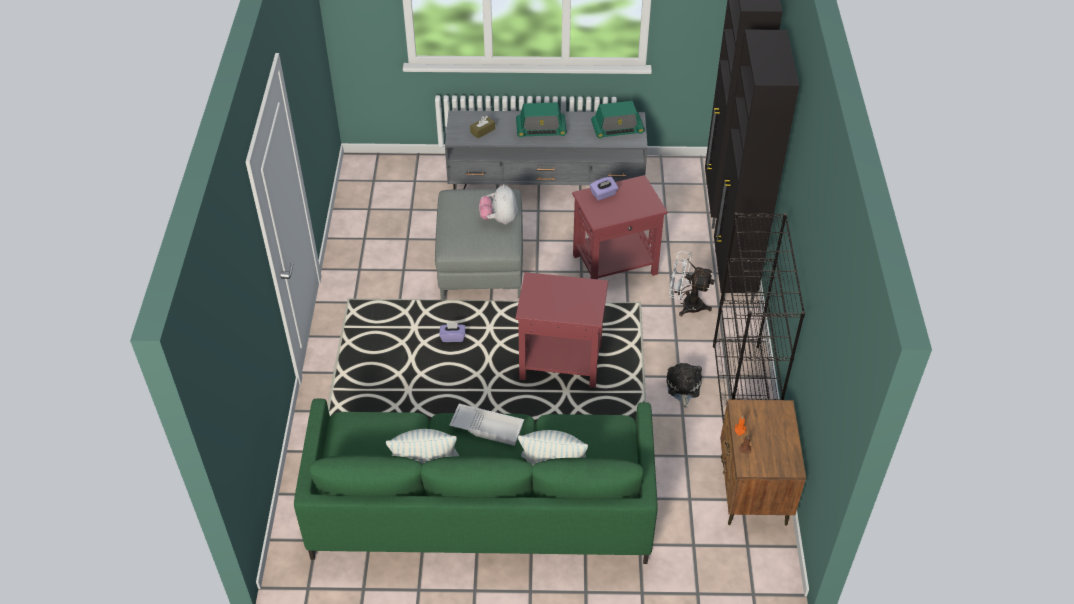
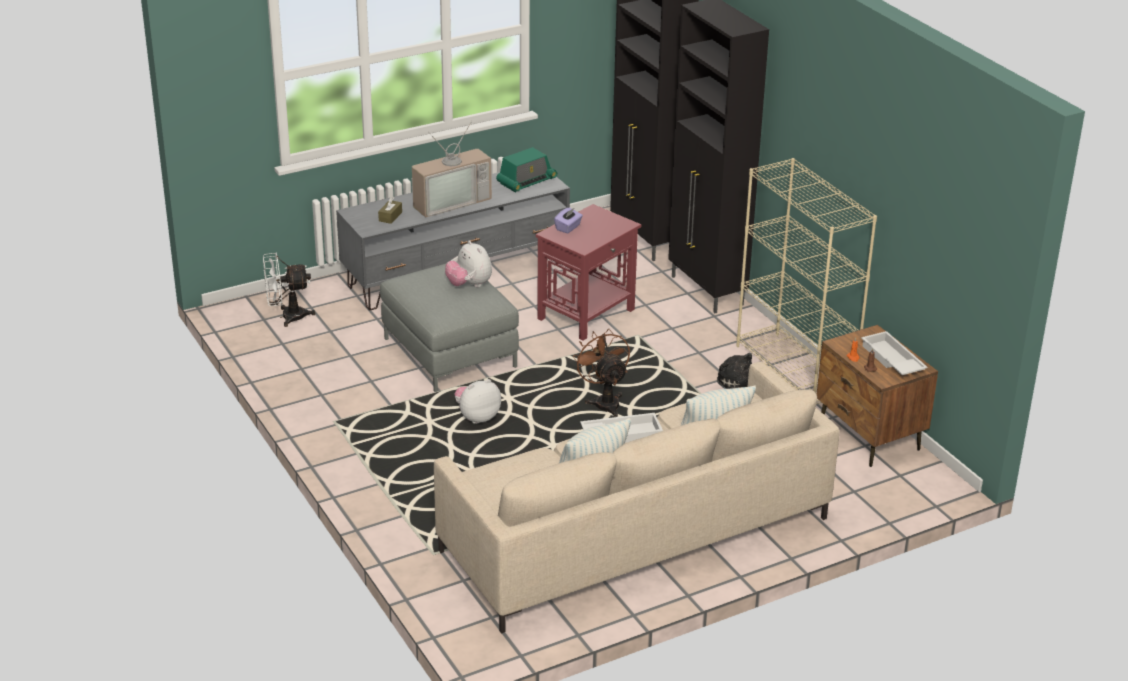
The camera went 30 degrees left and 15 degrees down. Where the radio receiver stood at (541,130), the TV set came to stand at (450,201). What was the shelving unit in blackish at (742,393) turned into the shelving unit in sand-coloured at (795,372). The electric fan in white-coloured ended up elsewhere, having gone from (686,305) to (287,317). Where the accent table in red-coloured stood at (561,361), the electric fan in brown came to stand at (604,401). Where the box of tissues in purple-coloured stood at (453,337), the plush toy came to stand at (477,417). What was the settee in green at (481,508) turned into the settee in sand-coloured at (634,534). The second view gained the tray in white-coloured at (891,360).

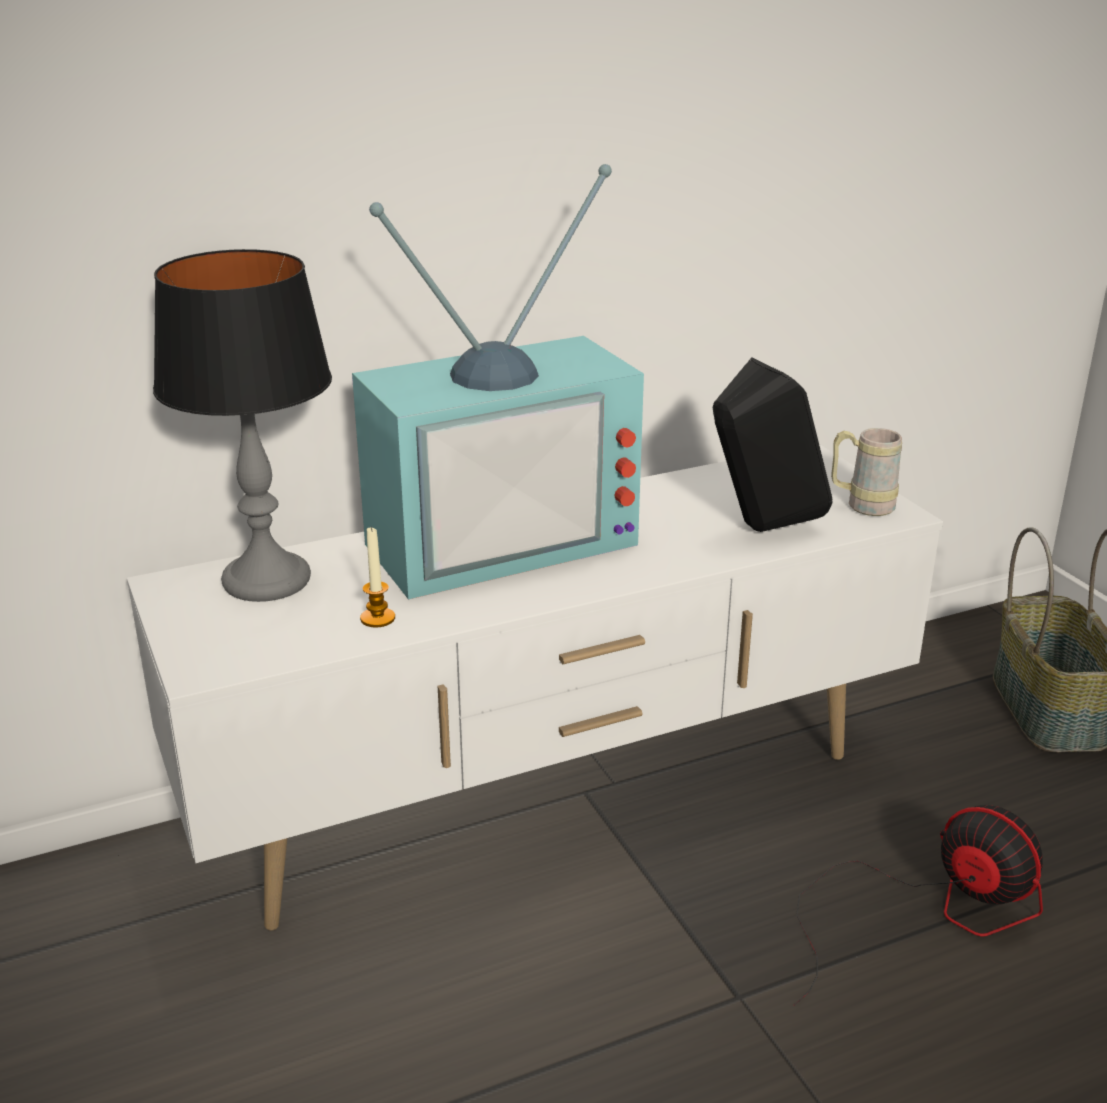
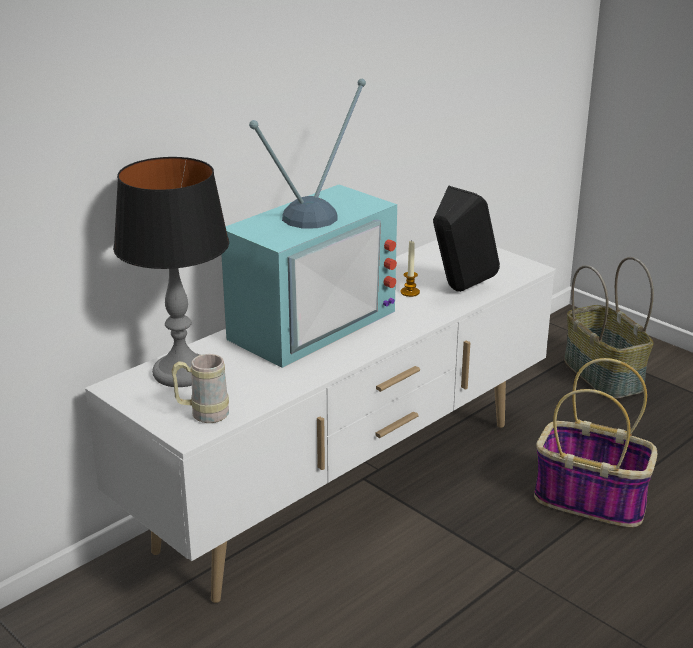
The camera went 20 degrees left and 0 degrees up. The coffee mug in sand-coloured ended up elsewhere, having gone from (861,506) to (202,414). The candle ended up elsewhere, having gone from (377,618) to (410,292). Where the electric fan stood at (927,911), the storage basket came to stand at (592,500).

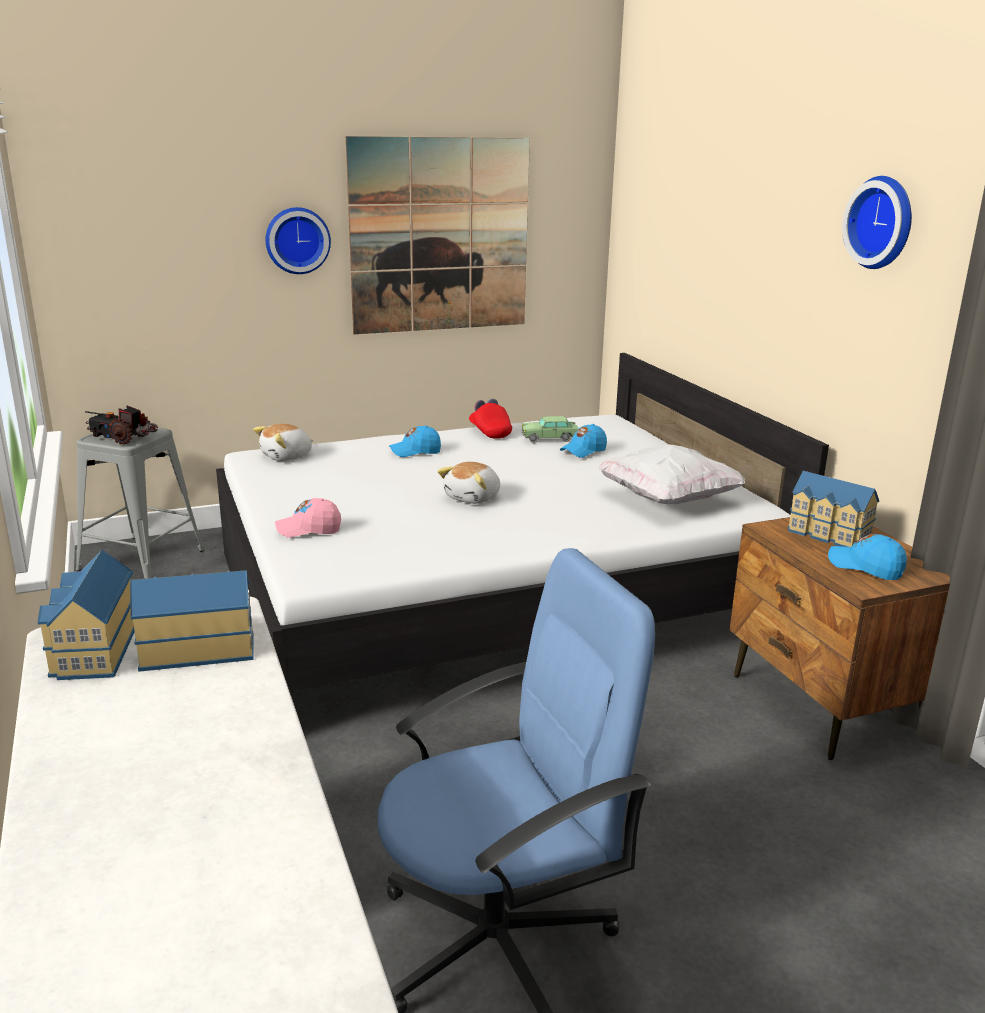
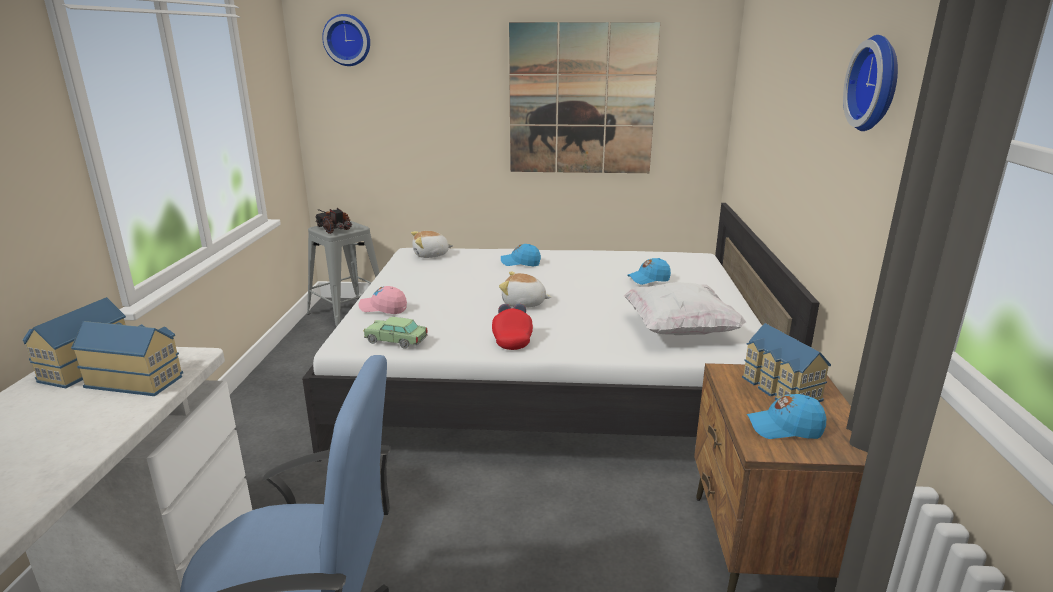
The camera went 25 degrees right and 0 degrees up. The wall clock ended up elsewhere, having gone from (297,240) to (347,40). The peaked cap in red-coloured ended up elsewhere, having gone from (490,432) to (512,339). The miniature car ended up elsewhere, having gone from (550,438) to (396,341). The plush toy at (473,498) ended up facing another way, 45 degrees clockwise from before. The peaked cap in blue-coloured at (865,567) ended up facing another way, 60 degrees counterclockwise from before.

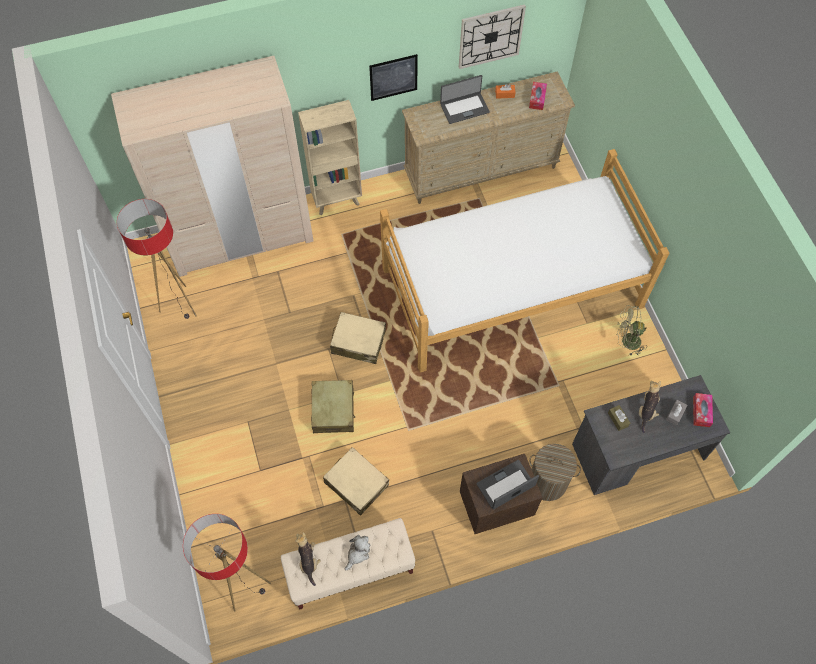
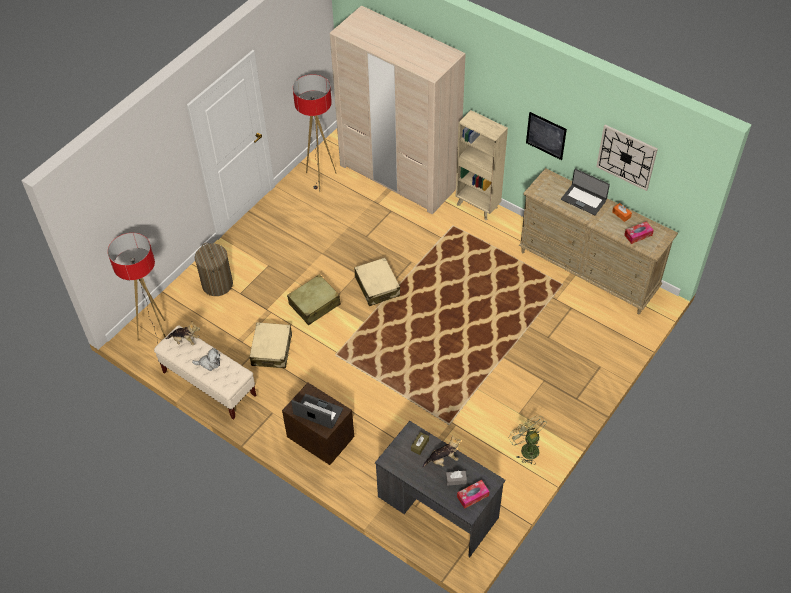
The camera went 55 degrees right and 10 degrees down. The second view lost the sleeping bed at (512,288). The laundry basket ended up elsewhere, having gone from (547,482) to (217,284). The plush toy at (308,560) ended up facing another way, 60 degrees clockwise from before.

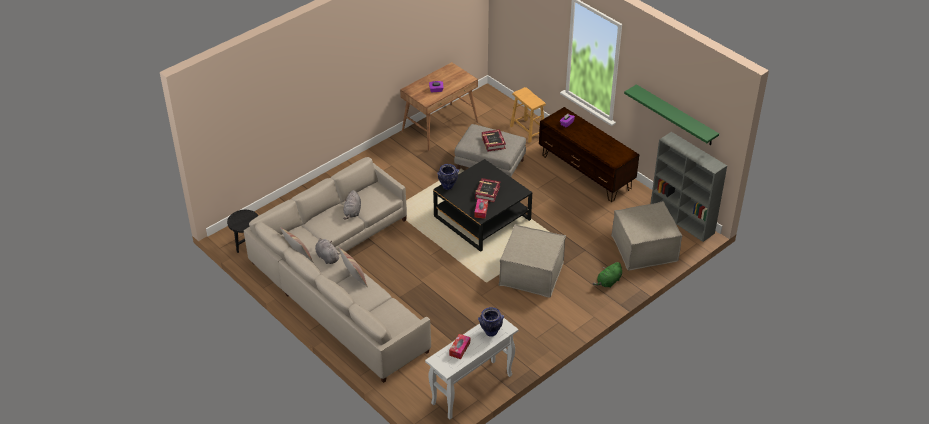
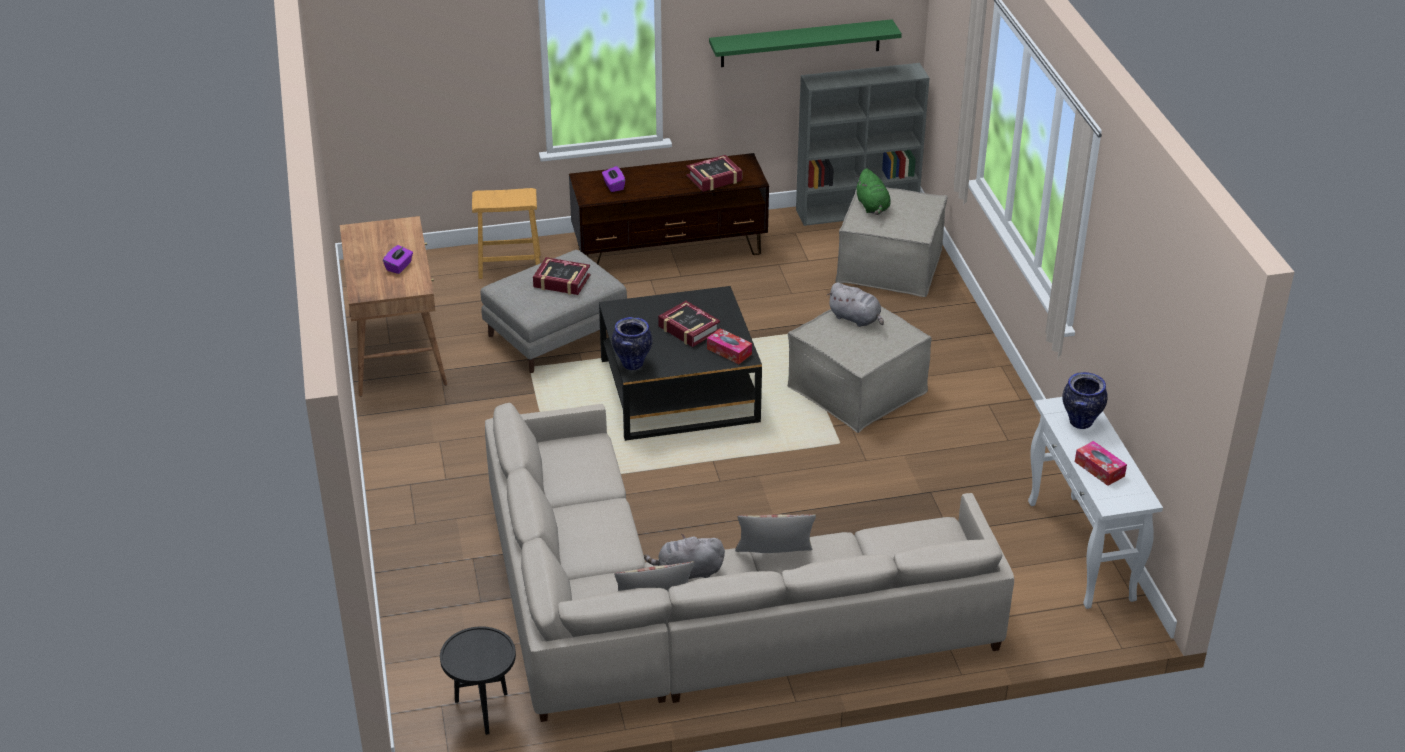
The camera went 60 degrees left and 5 degrees down. The plush toy in grey ended up elsewhere, having gone from (352,212) to (856,319). The plush toy in green ended up elsewhere, having gone from (608,282) to (872,207). The second view gained the bound book at (714,178).

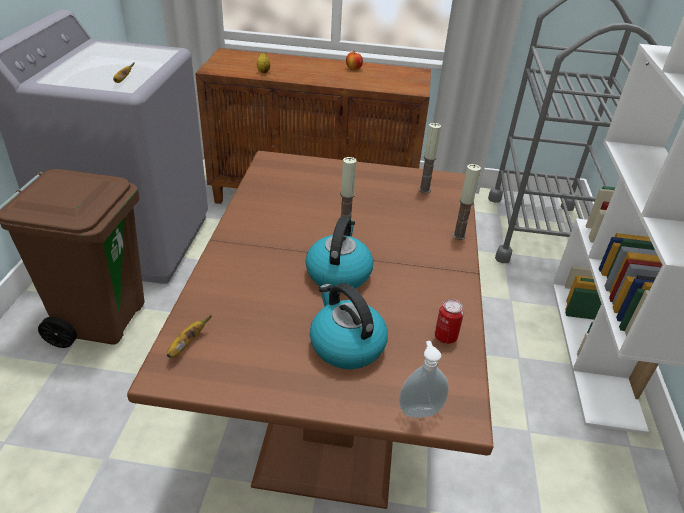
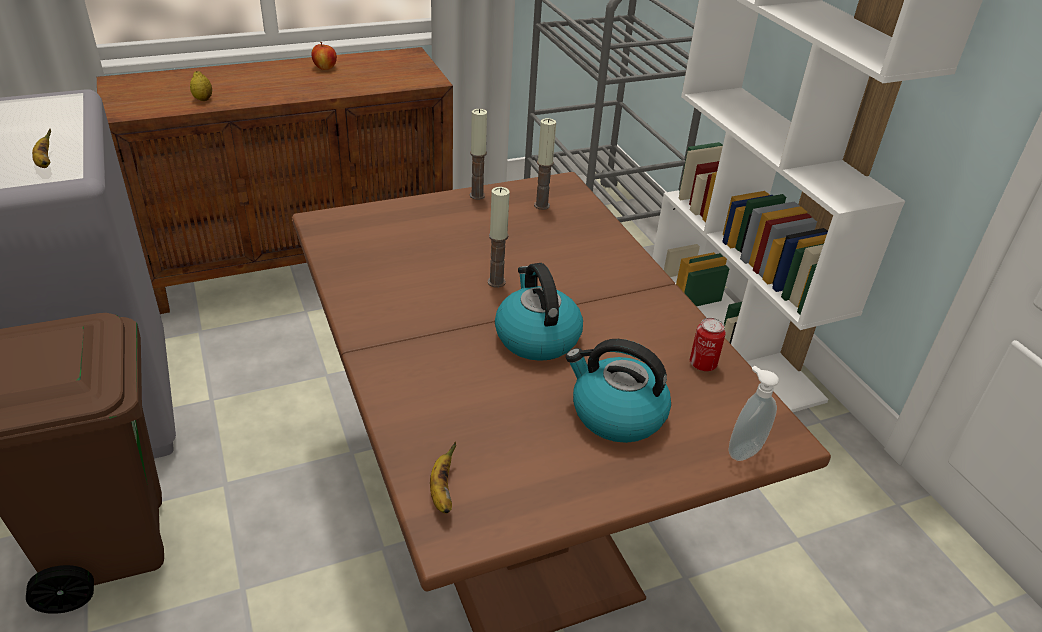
The camera went 30 degrees left and 0 degrees up. The candle ended up elsewhere, having gone from (458,235) to (477,195).

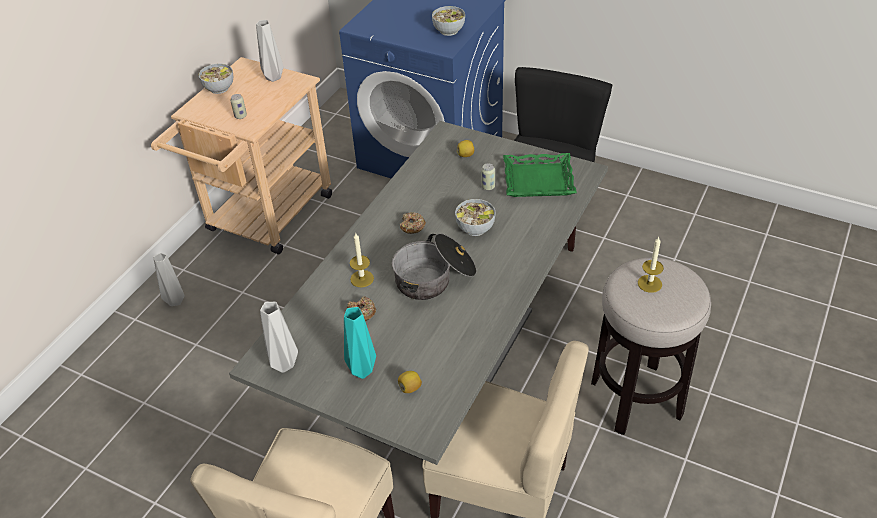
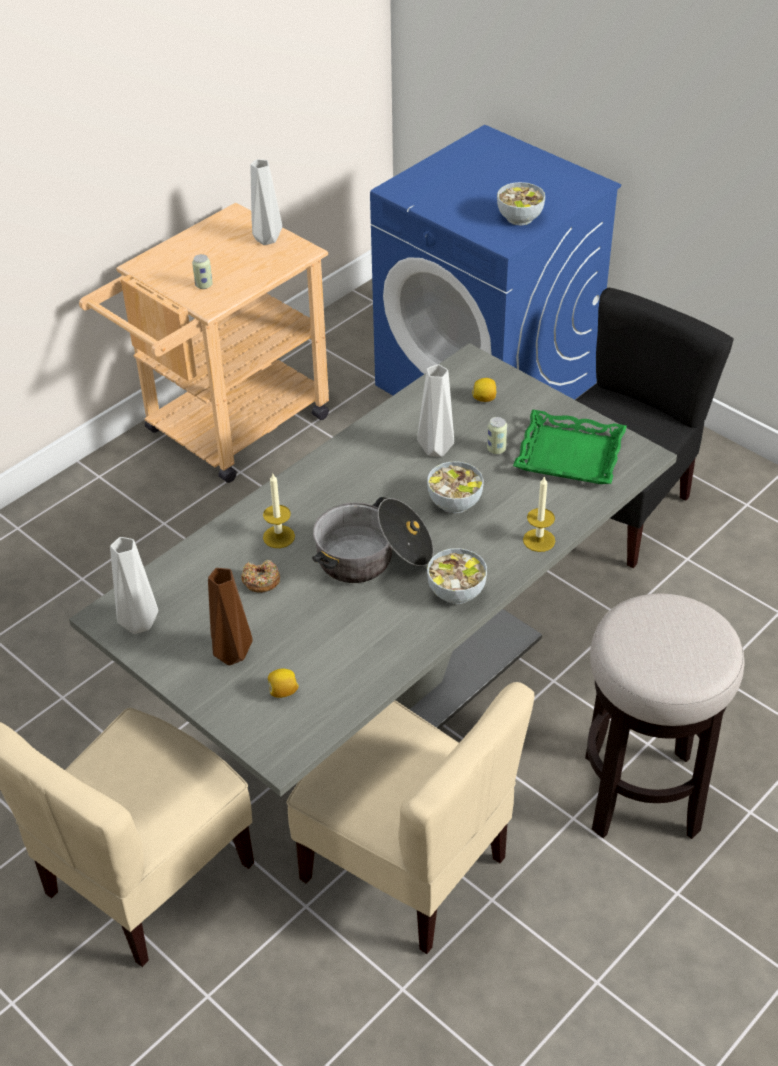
The camera went 15 degrees right and 0 degrees up. The deep dish ended up elsewhere, having gone from (219,88) to (456,591). The second view lost the ring doughnut at (412,226). The candle ended up elsewhere, having gone from (649,283) to (539,540). The flower vase in grey ended up elsewhere, having gone from (174,301) to (434,450). What was the flower vase in turquoise at (363,370) turned into the flower vase in brown at (234,655).

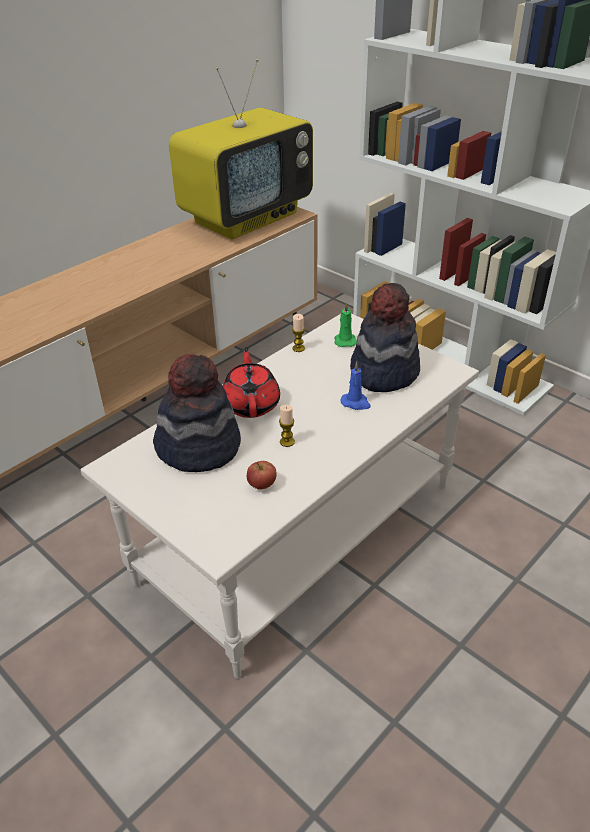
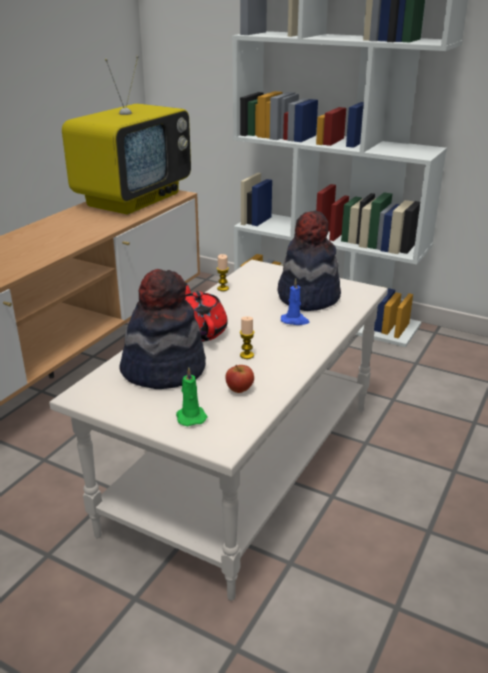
The camera went 15 degrees left and 10 degrees down. The candle in green ended up elsewhere, having gone from (345,341) to (190,416).

